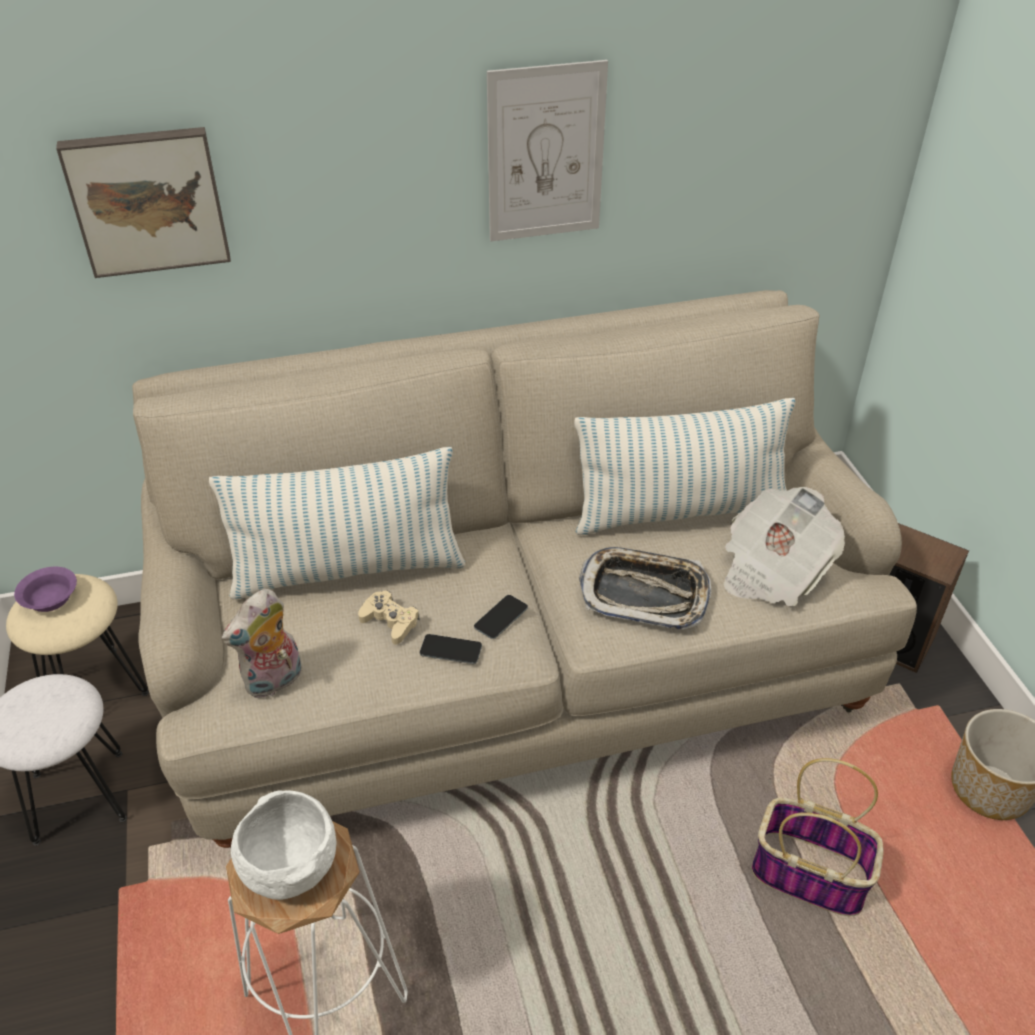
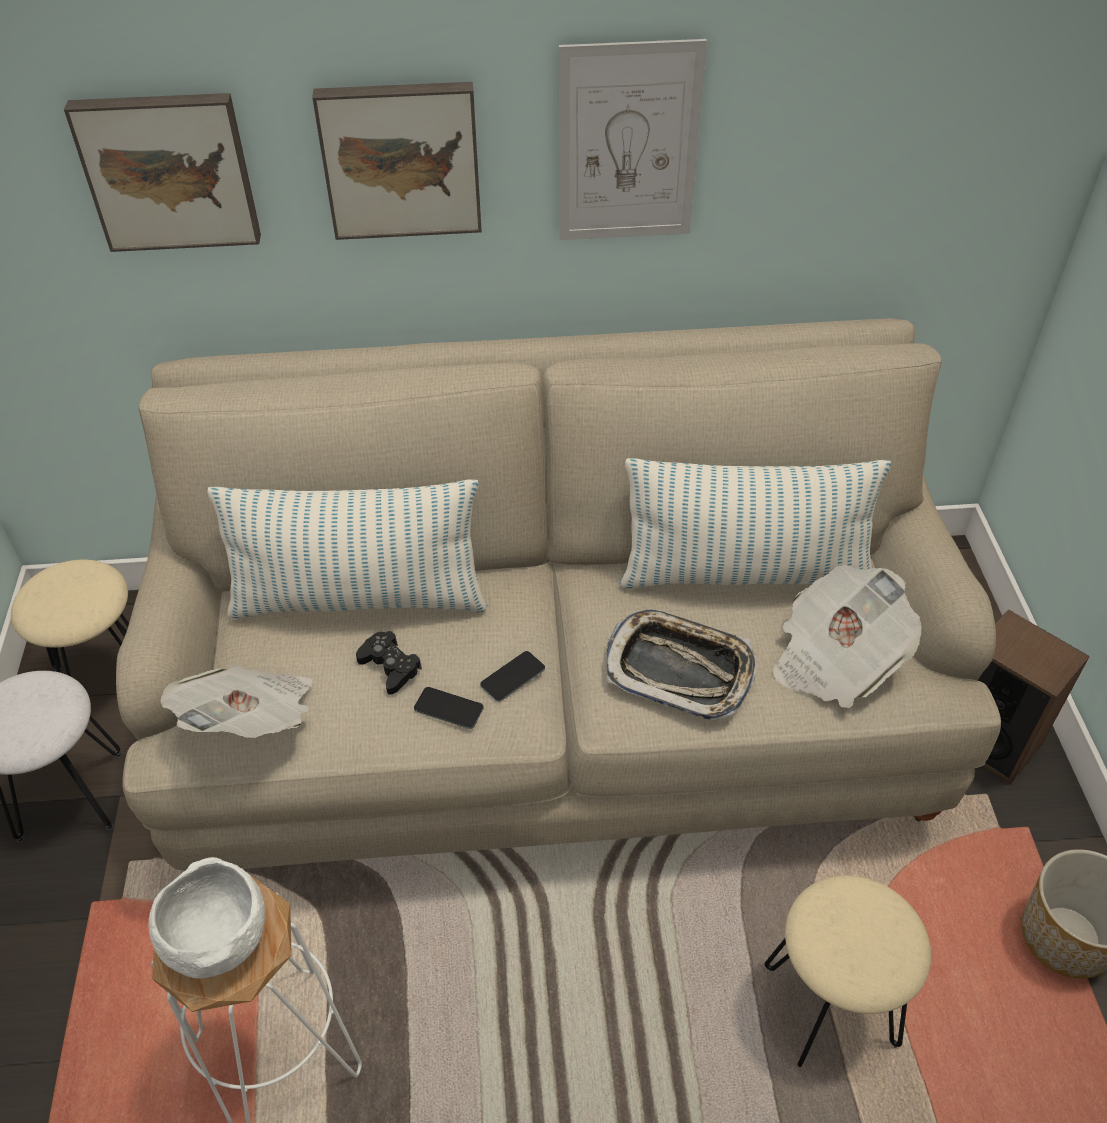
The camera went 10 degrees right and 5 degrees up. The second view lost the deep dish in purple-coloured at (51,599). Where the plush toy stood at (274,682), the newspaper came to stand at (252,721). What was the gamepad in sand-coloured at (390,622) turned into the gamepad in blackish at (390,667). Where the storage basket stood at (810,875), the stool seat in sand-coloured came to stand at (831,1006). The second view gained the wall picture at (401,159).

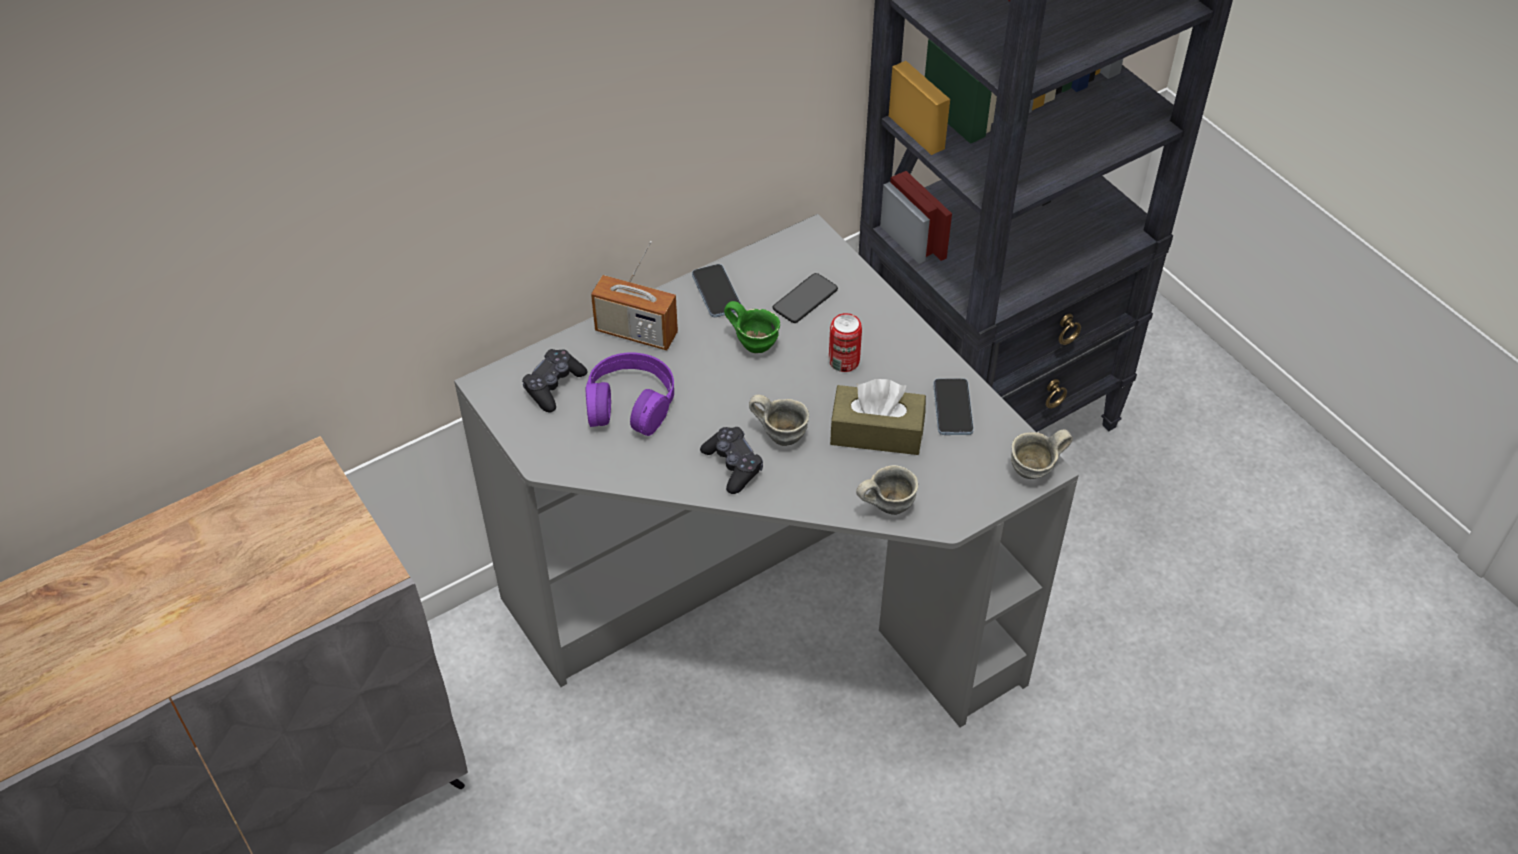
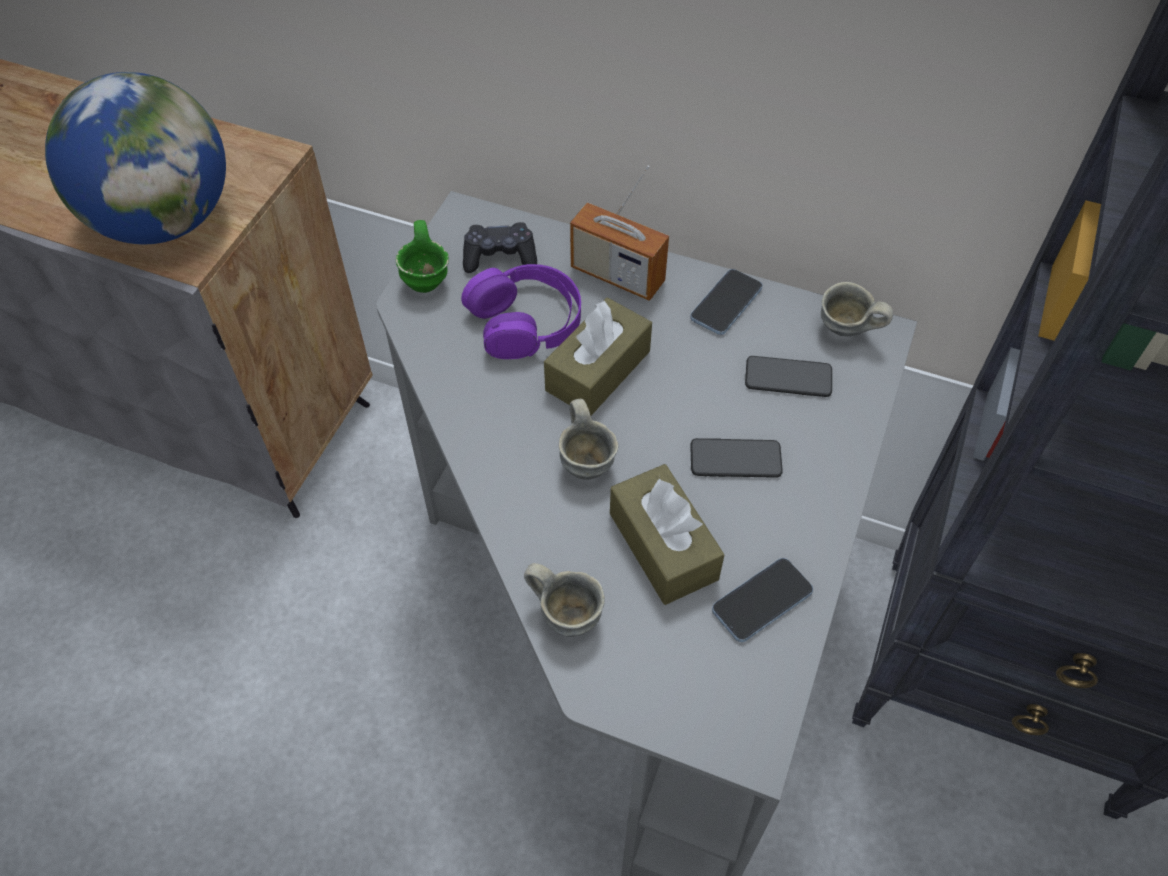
The camera went 55 degrees right and 5 degrees up. The radio receiver at (636,332) ended up facing another way, 45 degrees counterclockwise from before. The coffee mug in green ended up elsewhere, having gone from (754,342) to (428,280). Where the sealed can stood at (844,361), the handset came to stand at (735,459). The second view lost the gamepad in blackish at (733,465). The coffee mug in grey ended up elsewhere, having gone from (1036,472) to (845,333). The second view gained the globe at (164,221). The second view gained the box of tissues in brown at (598,370).

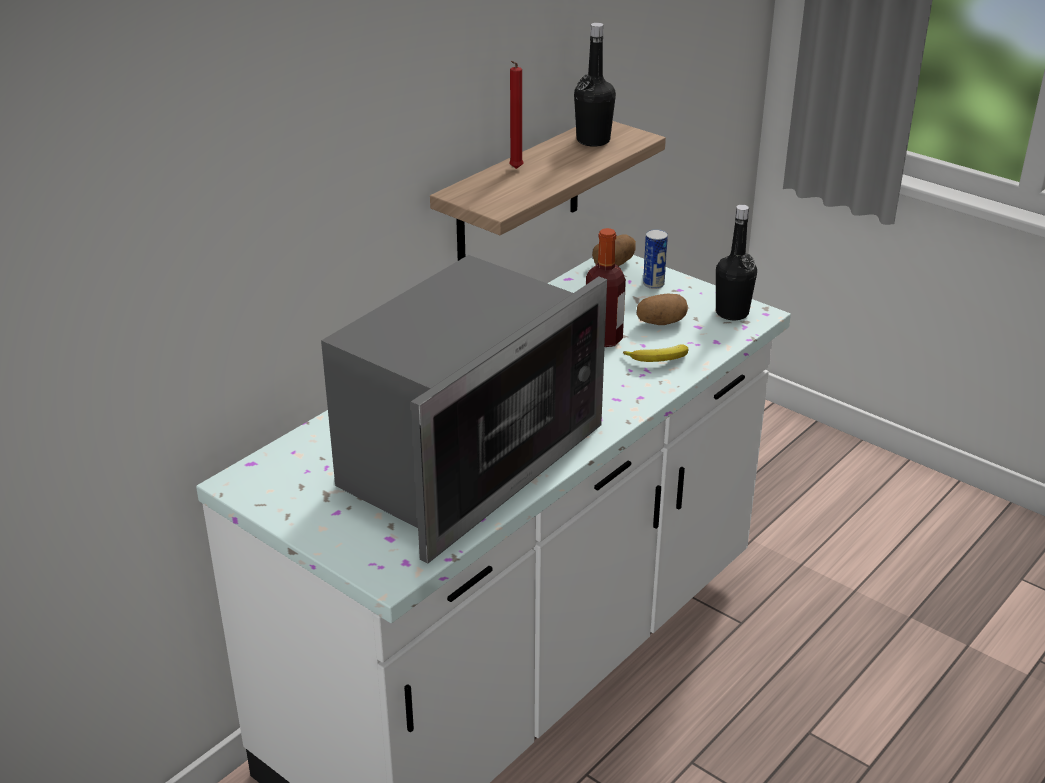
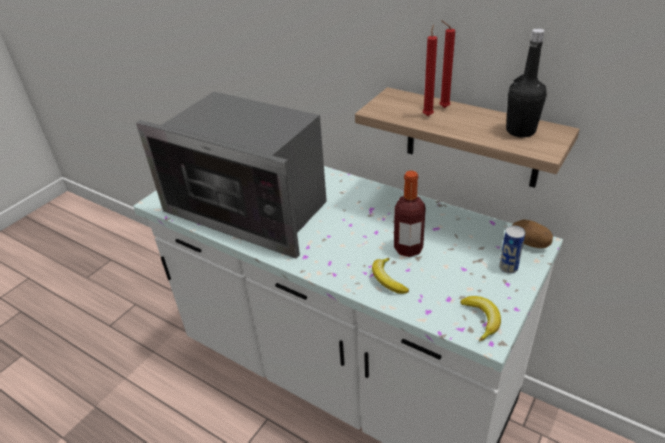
The camera went 85 degrees right and 5 degrees up. Where the beverage bottle in blackish stood at (732,313), the banana fruit came to stand at (481,319). The second view lost the potato at (661,322). The second view gained the candle in red-coloured at (428,115).

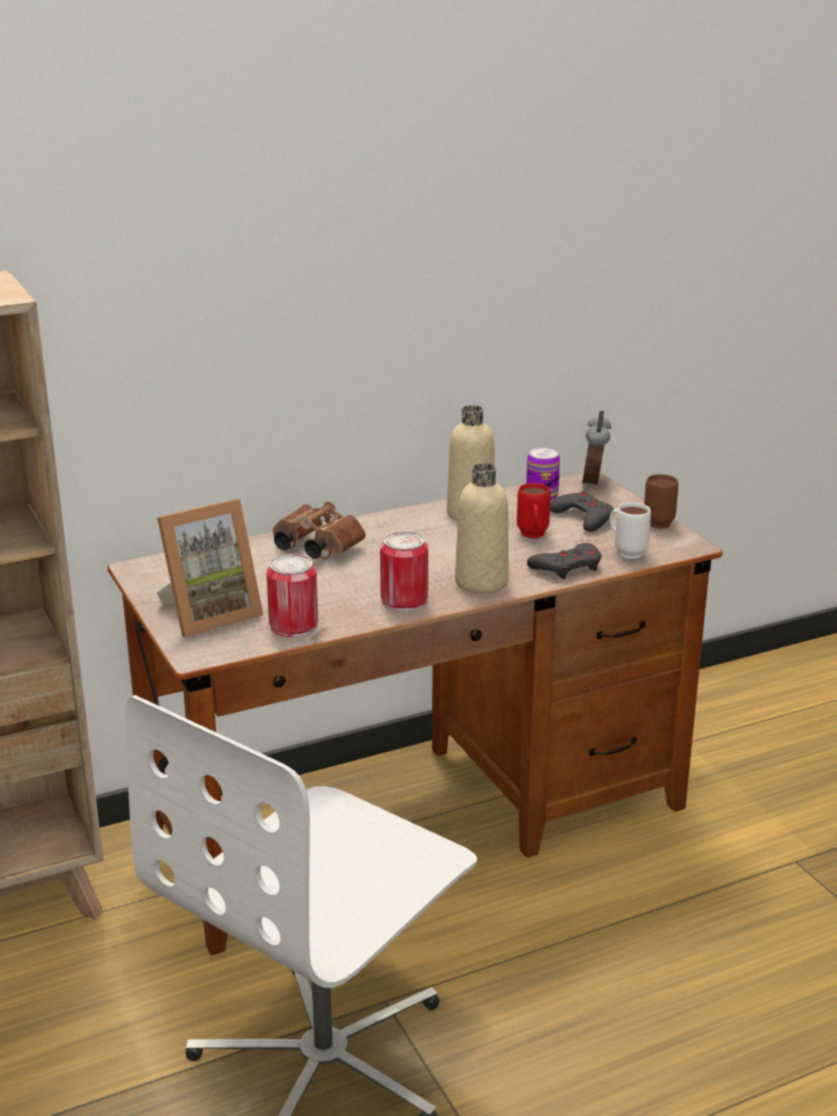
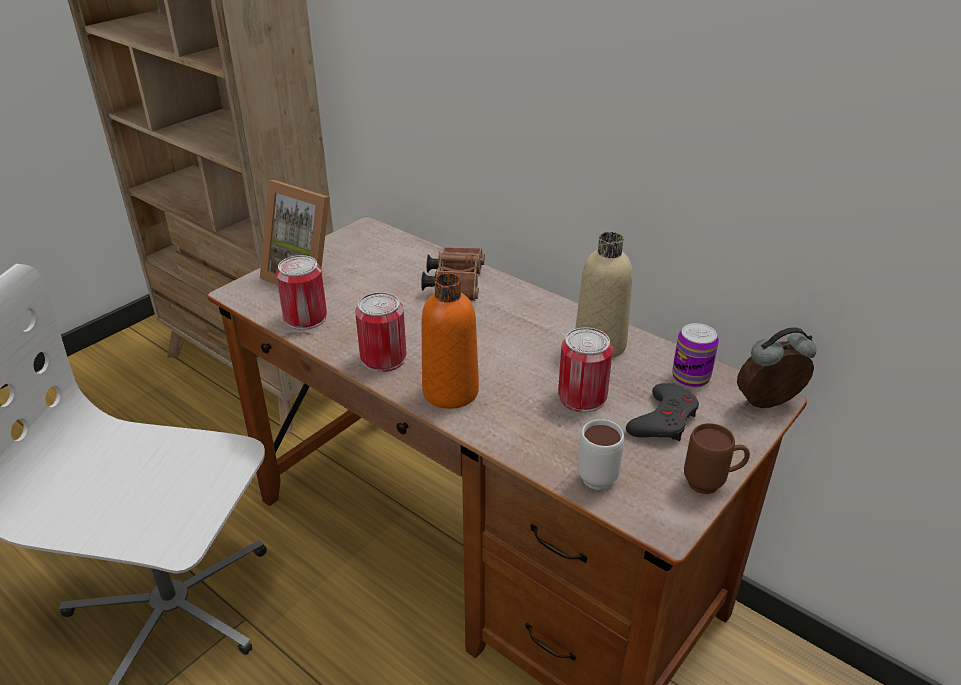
The camera went 65 degrees right and 10 degrees up. What was the beverage bottle in sand-coloured at (481,582) turned into the beverage bottle in orange-coloured at (450,391). Where the coffee mug in red-coloured stood at (532,536), the sealed can came to stand at (582,397). The second view lost the gamepad in grey at (567,567).

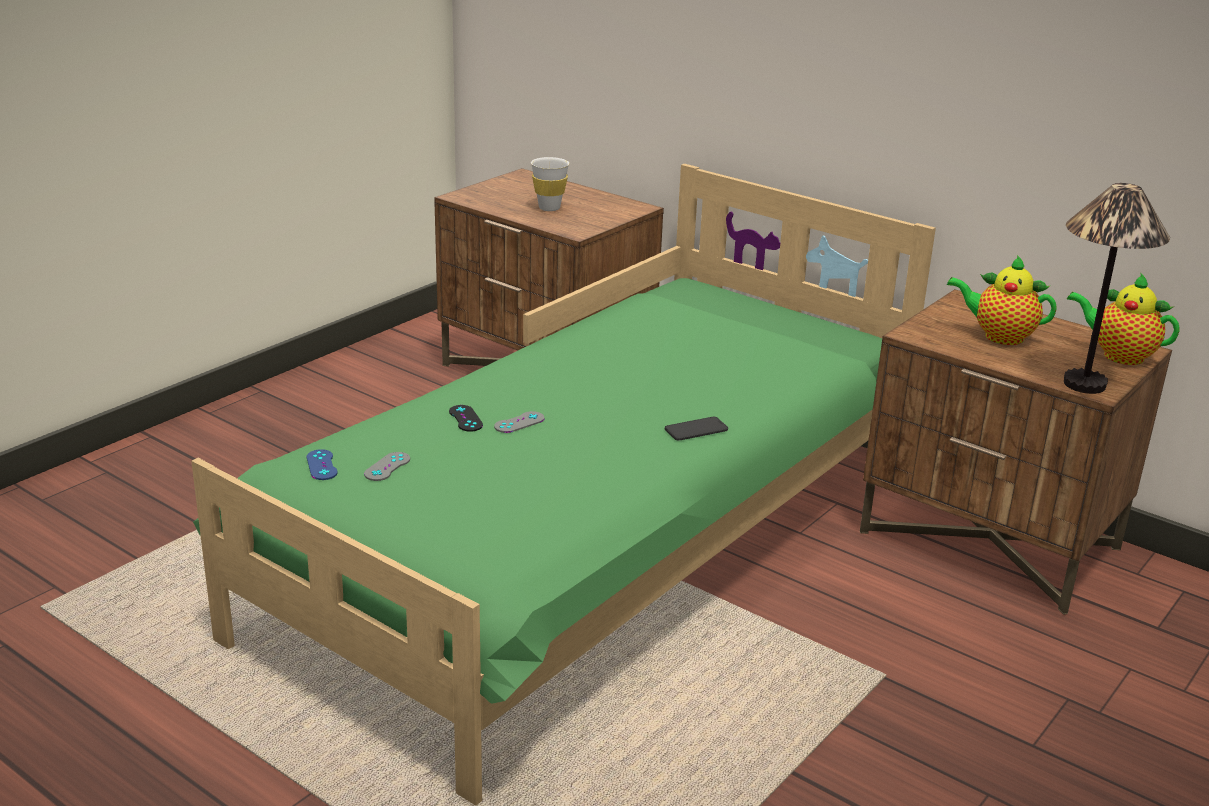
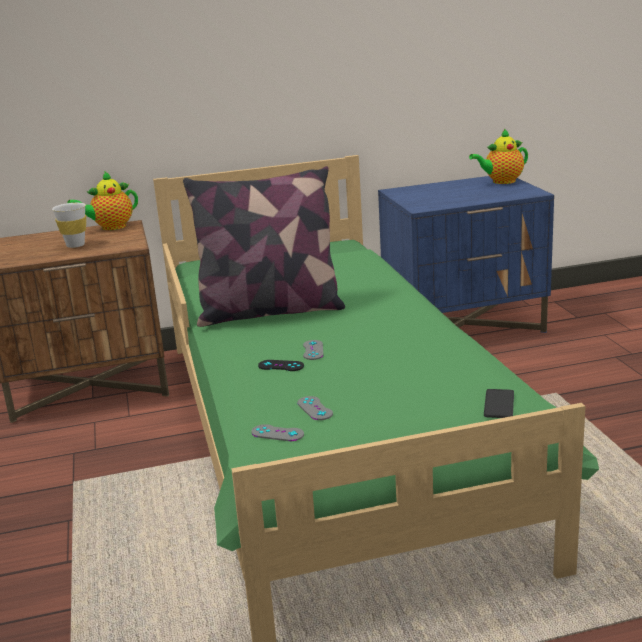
The camera went 50 degrees left and 5 degrees down. The second view lost the lamp for a table at (1083,384). The tea pot ended up elsewhere, having gone from (999,336) to (111,227). What was the night table in brown at (991,541) turned into the night table in blue-coloured at (464,326). The handset ended up elsewhere, having gone from (696,429) to (499,404). What was the gamepad in blue-coloured at (322,465) turned into the gamepad in grey at (277,433). The second view gained the throw pillow at (270,311).

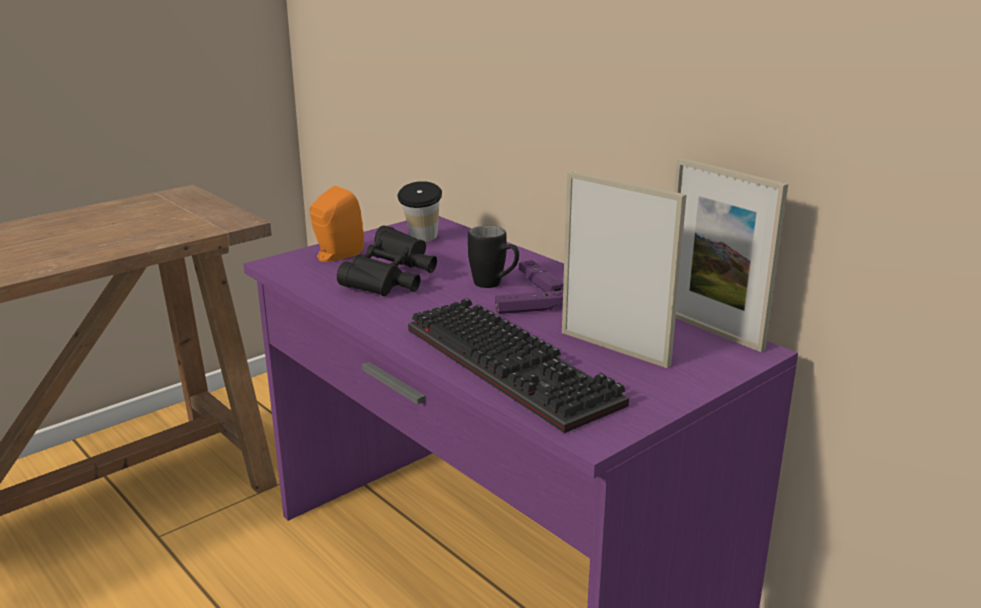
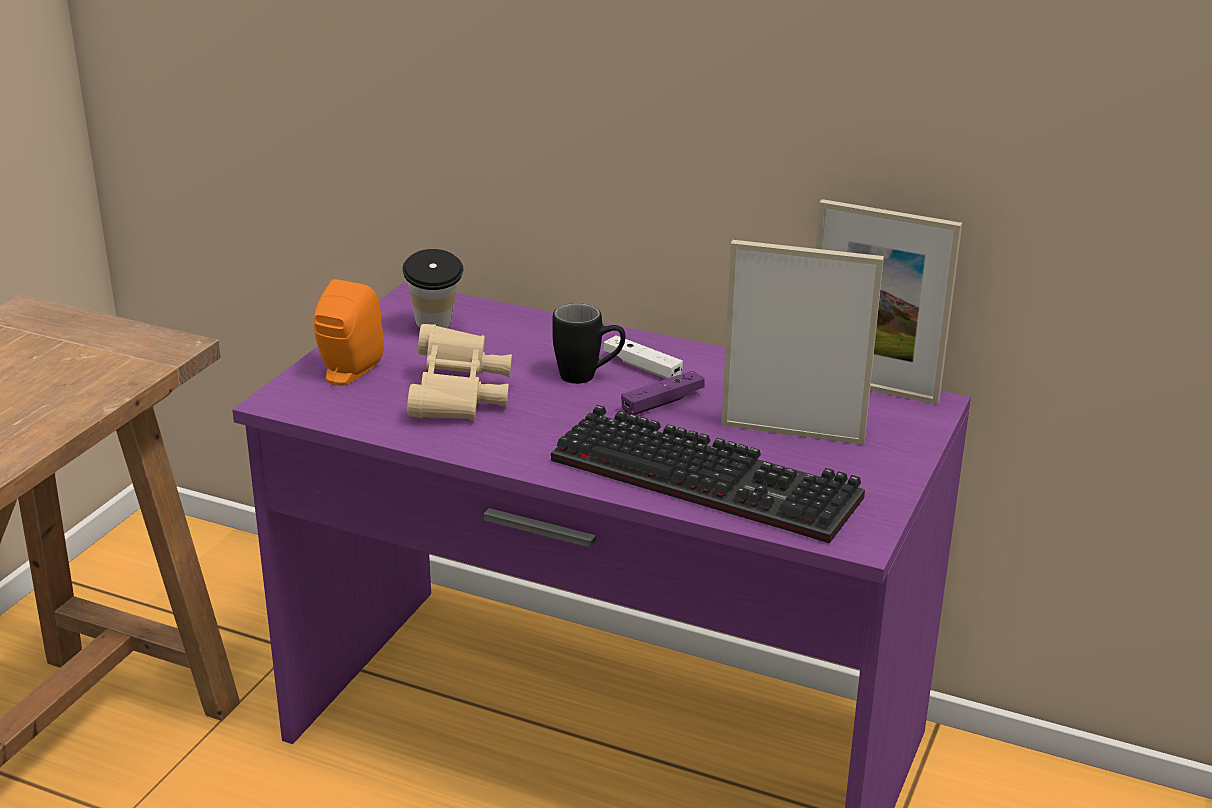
The camera went 25 degrees left and 5 degrees up. What was the pair of binoculars in blackish at (391,281) turned into the pair of binoculars in sand-coloured at (459,397). What was the gamepad in purple-coloured at (541,285) turned into the gamepad in white-coloured at (642,367).

